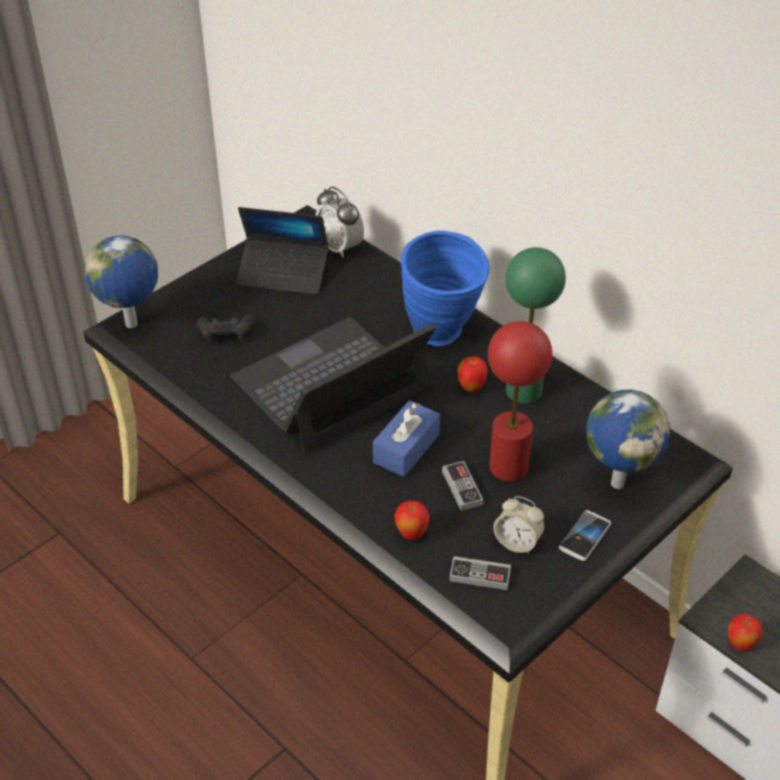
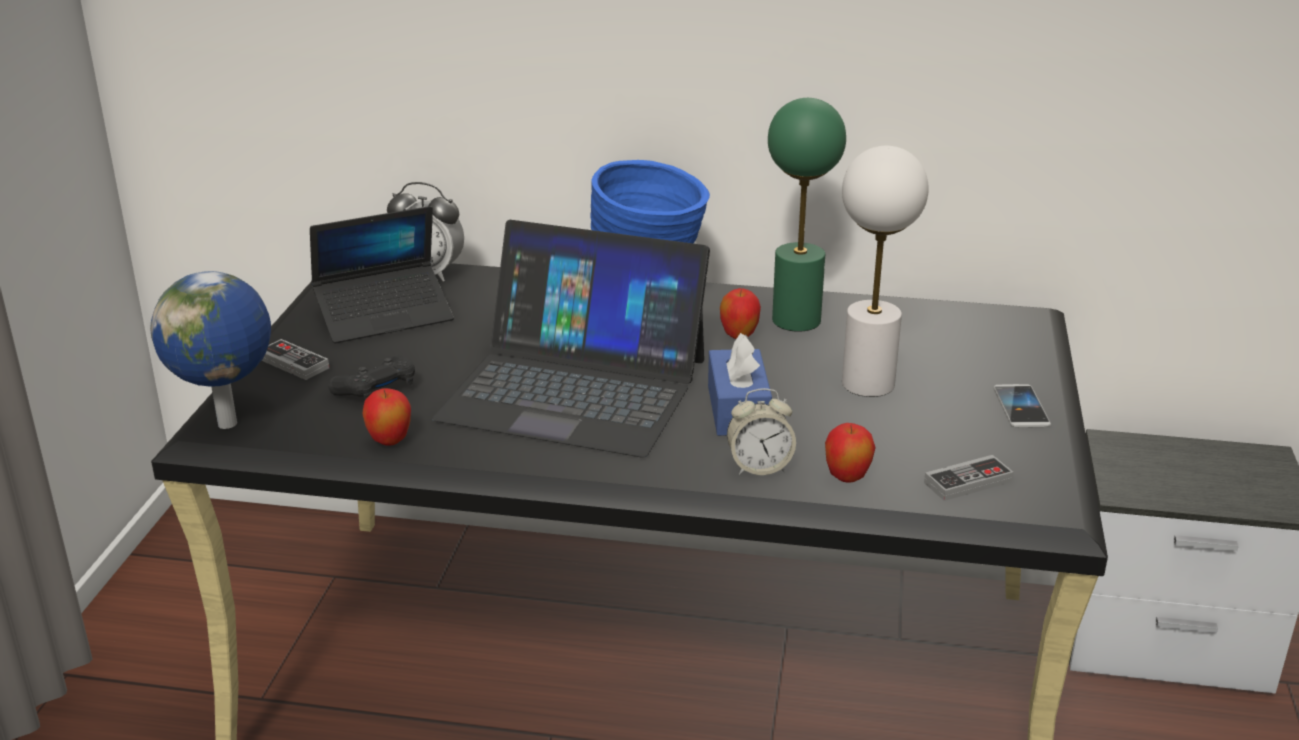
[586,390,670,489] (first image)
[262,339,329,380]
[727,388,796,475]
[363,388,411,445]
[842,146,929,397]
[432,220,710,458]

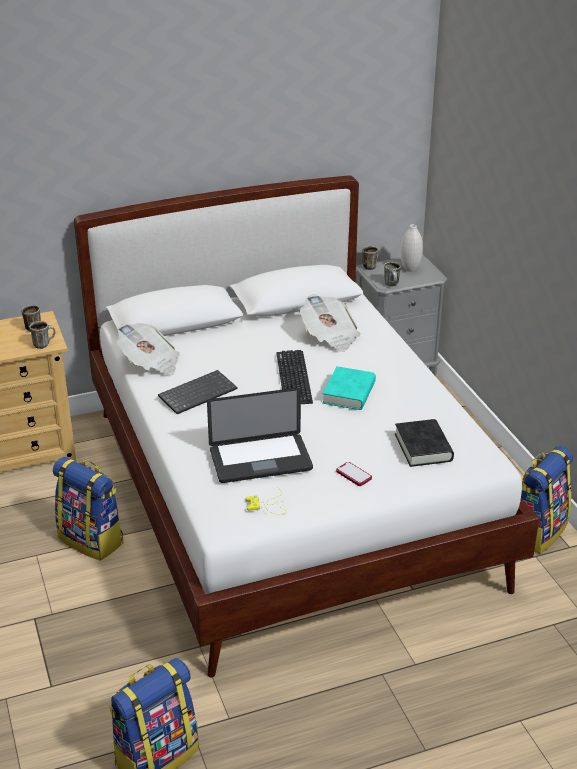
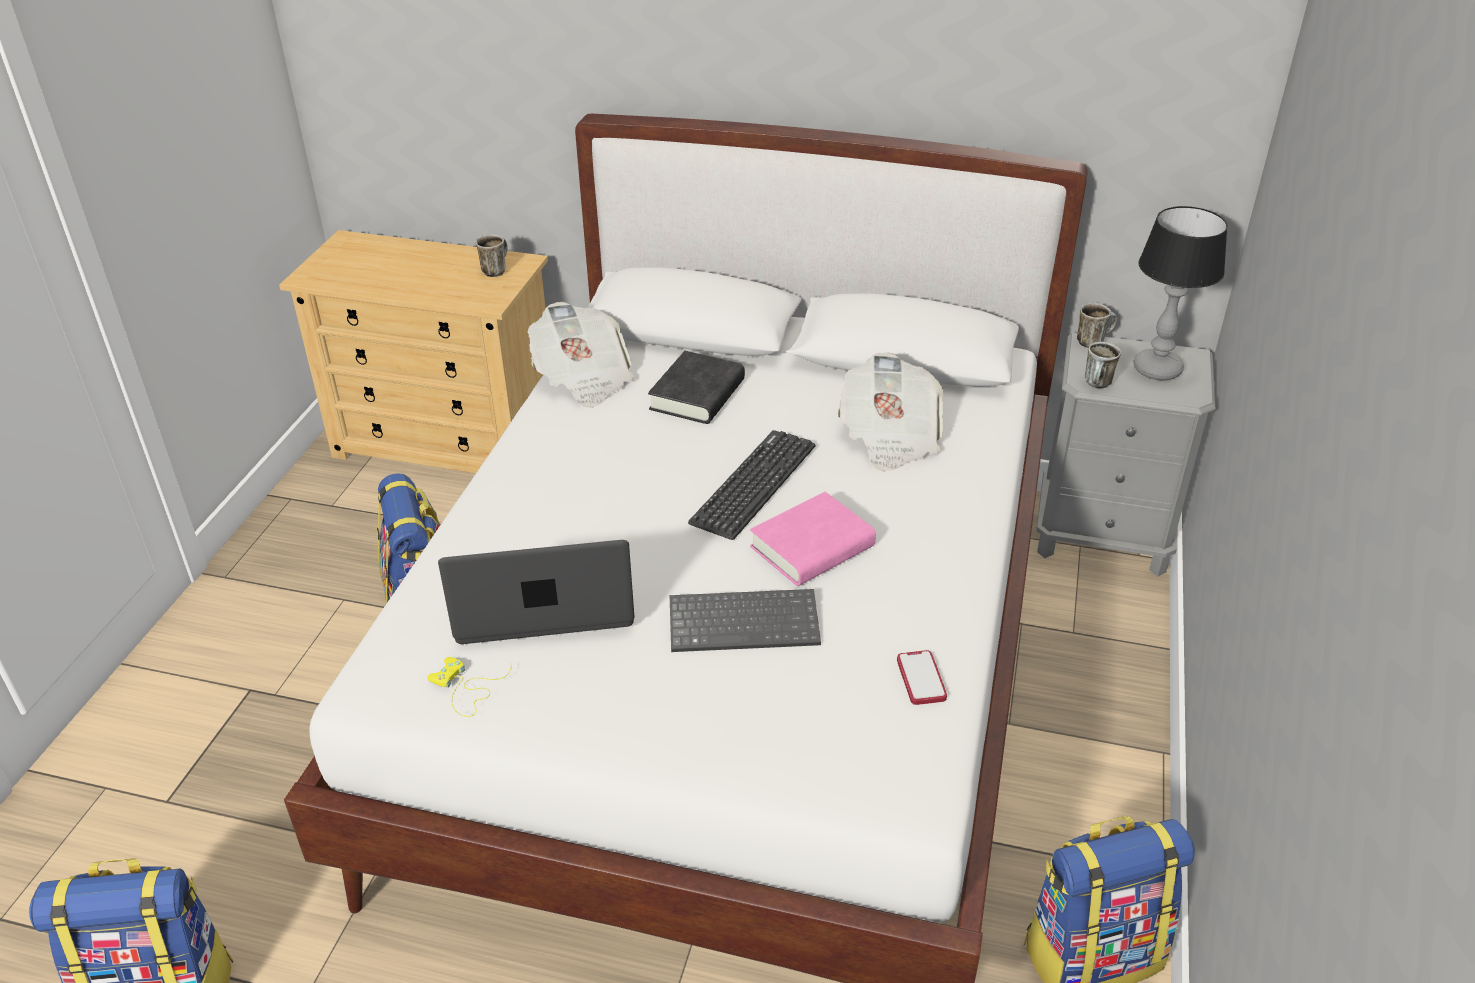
[29,321,55,349] (first image)
[670,589,821,652]
[897,650,947,705]
[648,351,745,424]
[1134,206,1228,380]
[750,492,876,586]
[438,540,634,644]

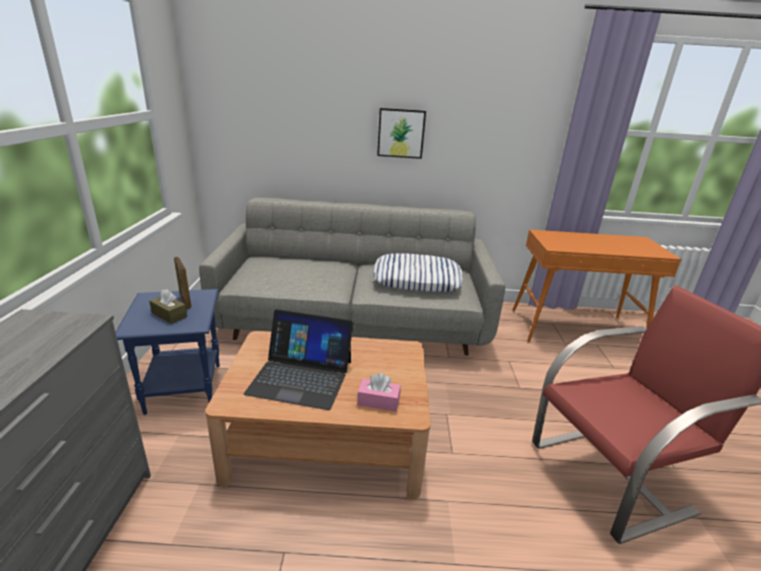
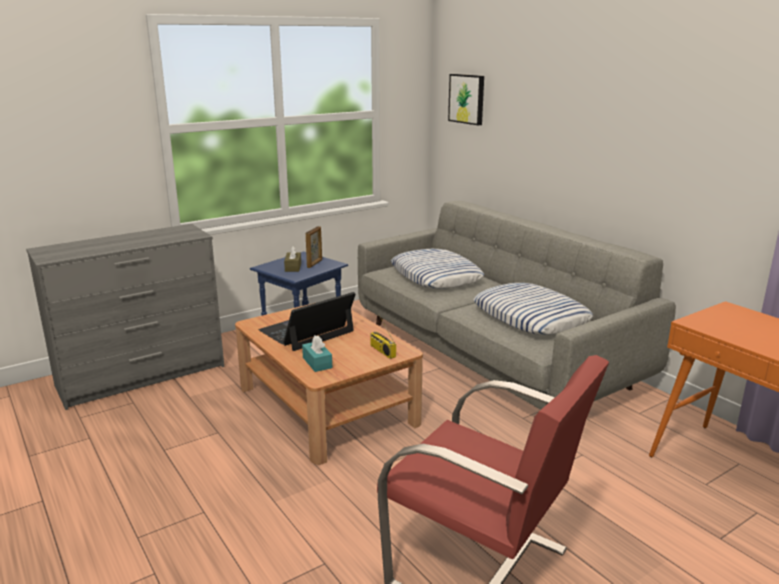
[370,313,396,359]
[391,249,484,289]
[448,74,484,125]
[302,335,332,372]
[258,292,355,351]

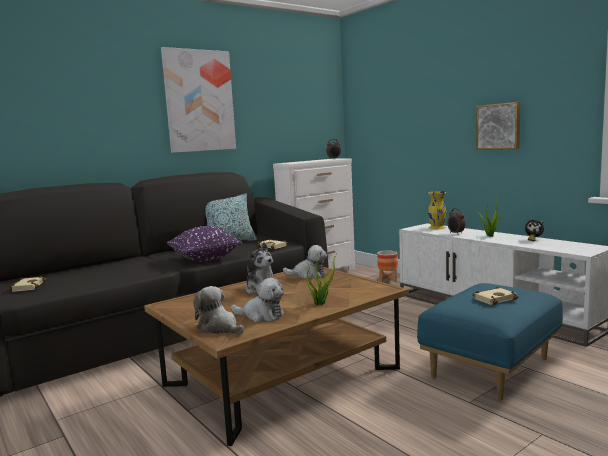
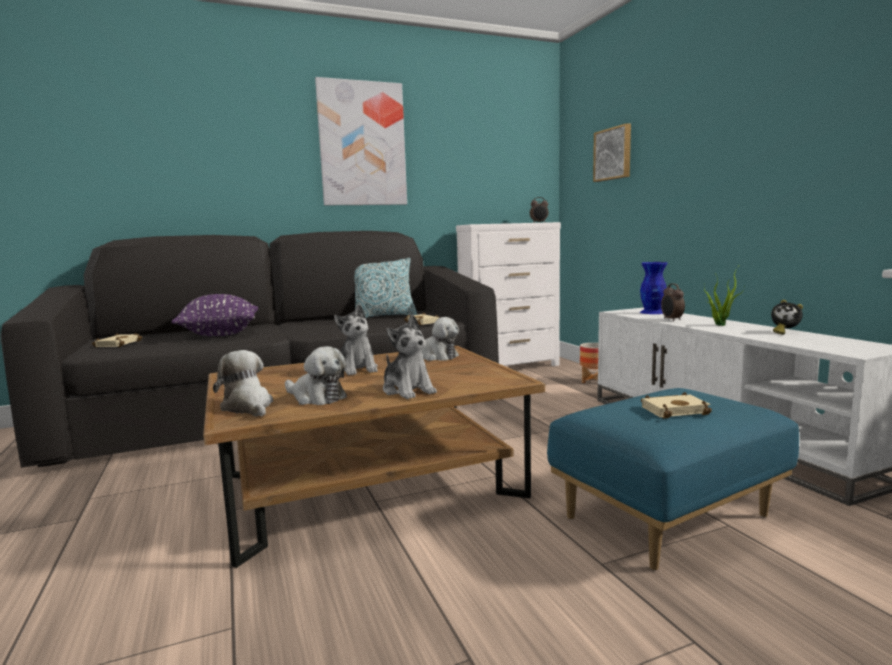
[171,294,258,336]
[593,123,631,182]
[383,314,437,399]
[640,262,667,314]

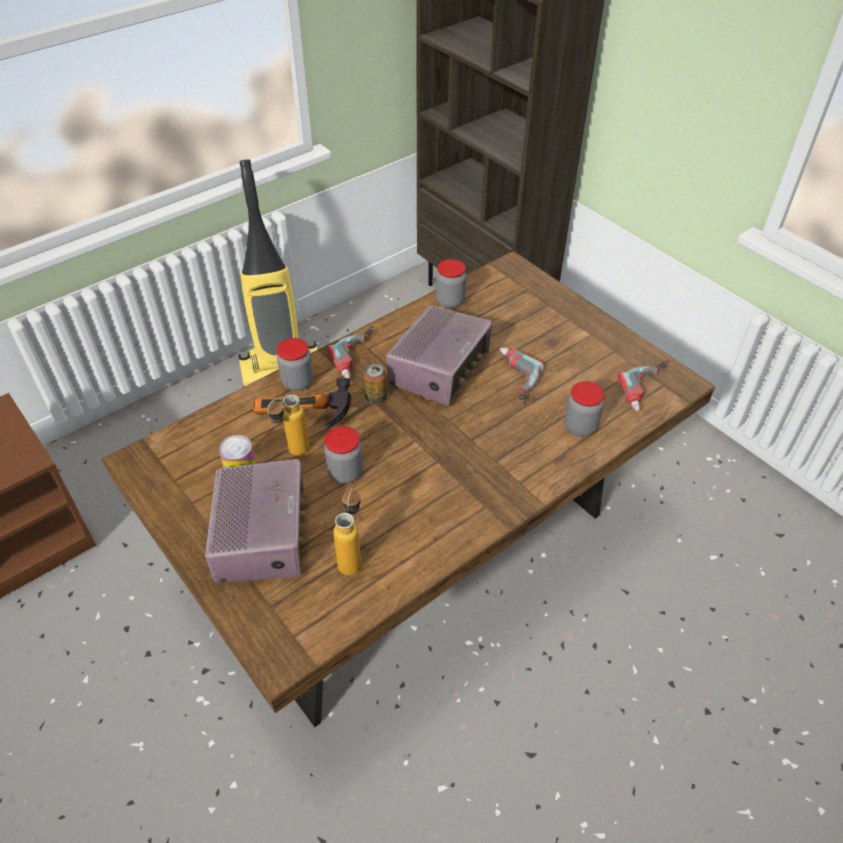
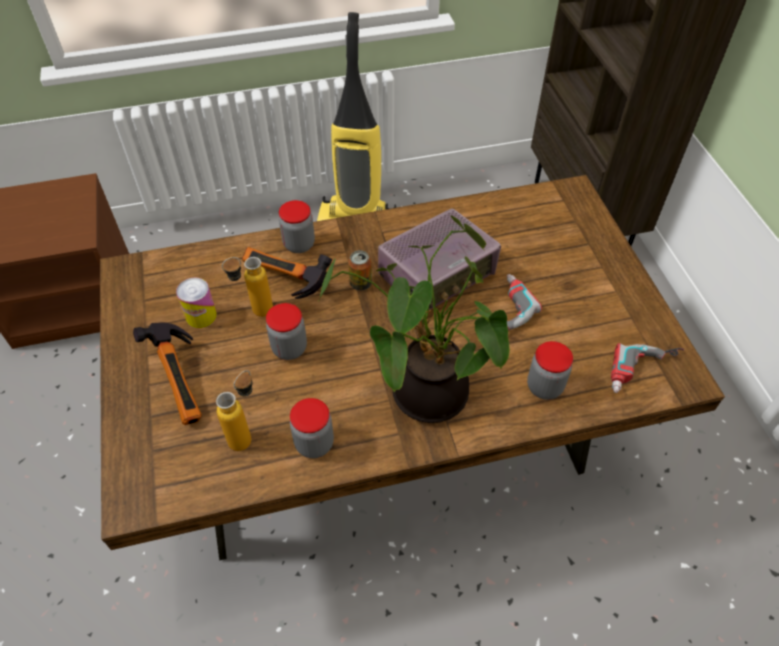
[327,326,375,379] (first image)
[319,215,510,423]
[290,398,334,458]
[133,322,202,425]

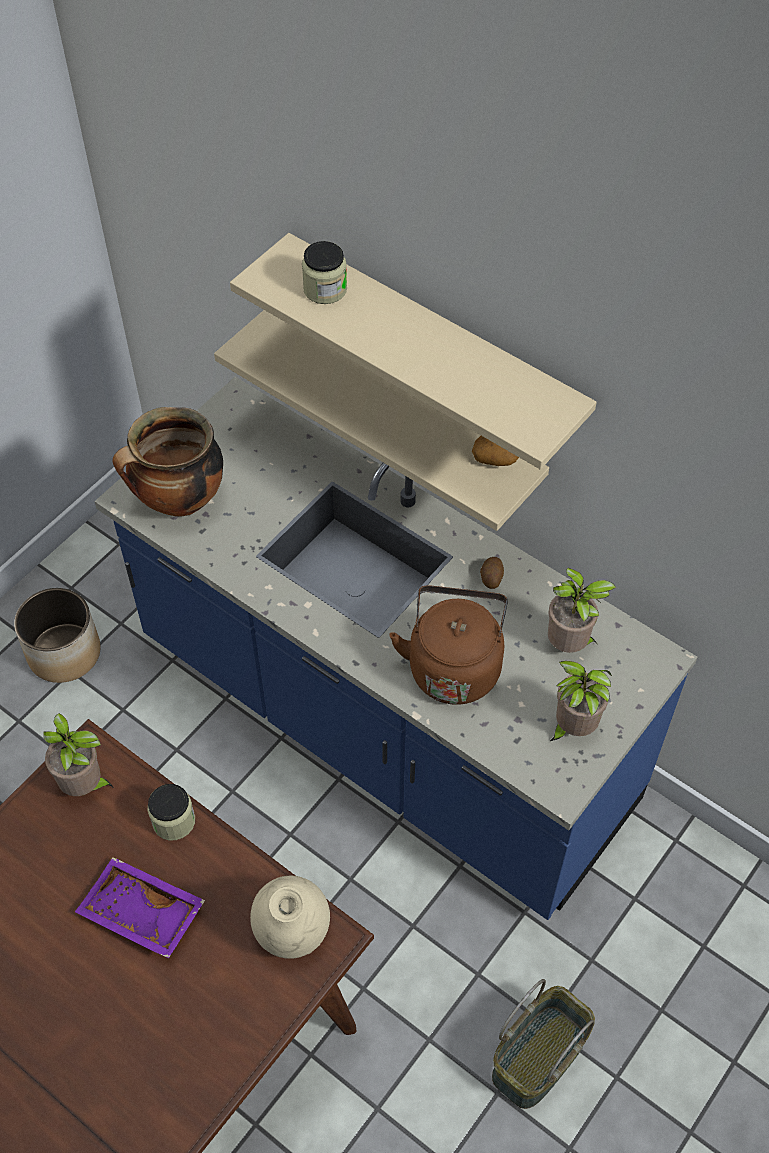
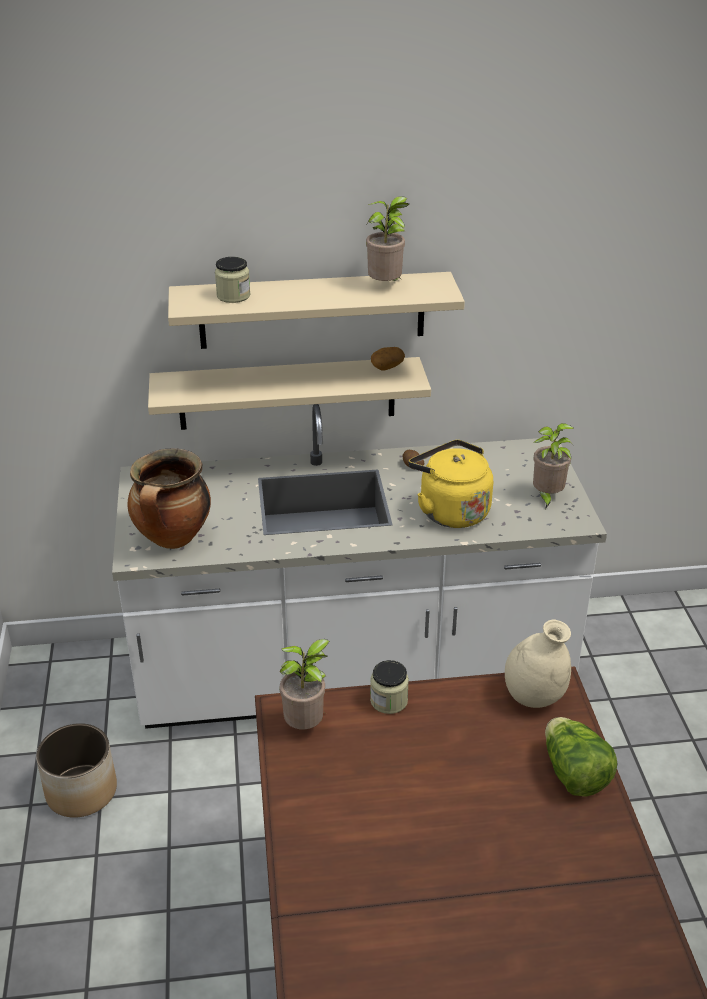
[75,857,205,959] (first image)
[492,979,595,1109] (first image)
[545,717,618,797]
[366,196,409,281]
[112,404,607,729]
[409,440,493,528]

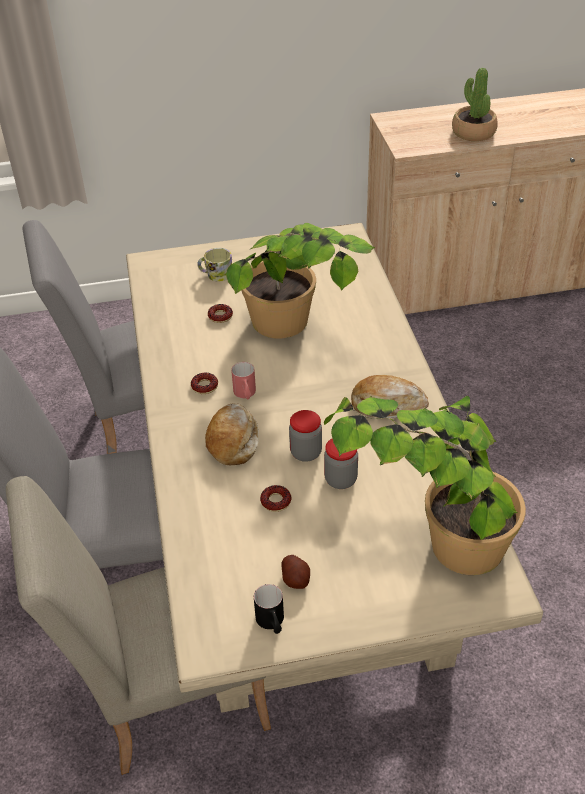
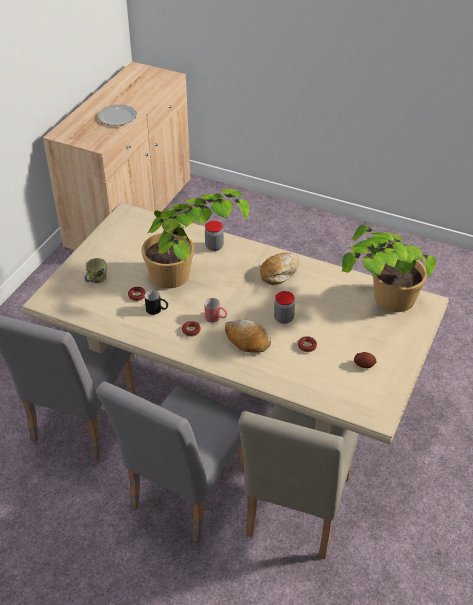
[145,290,168,315]
[205,221,224,251]
[97,105,137,125]

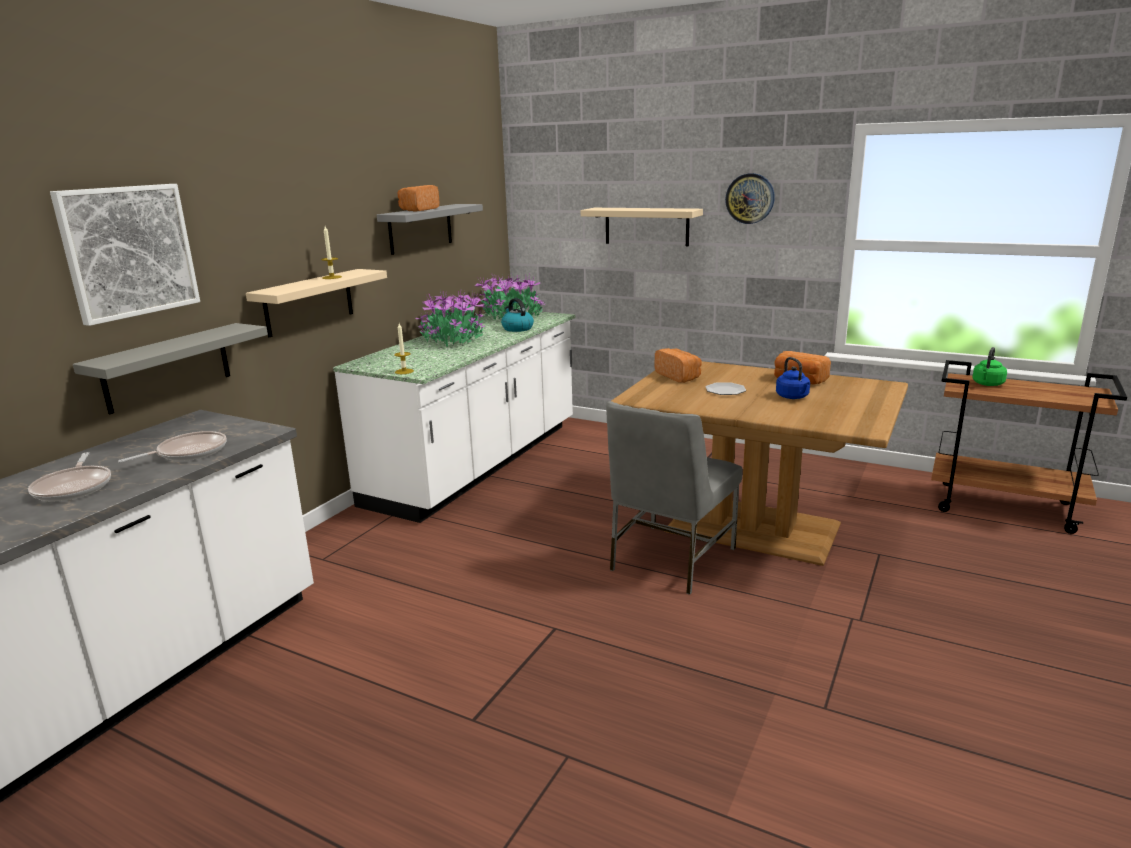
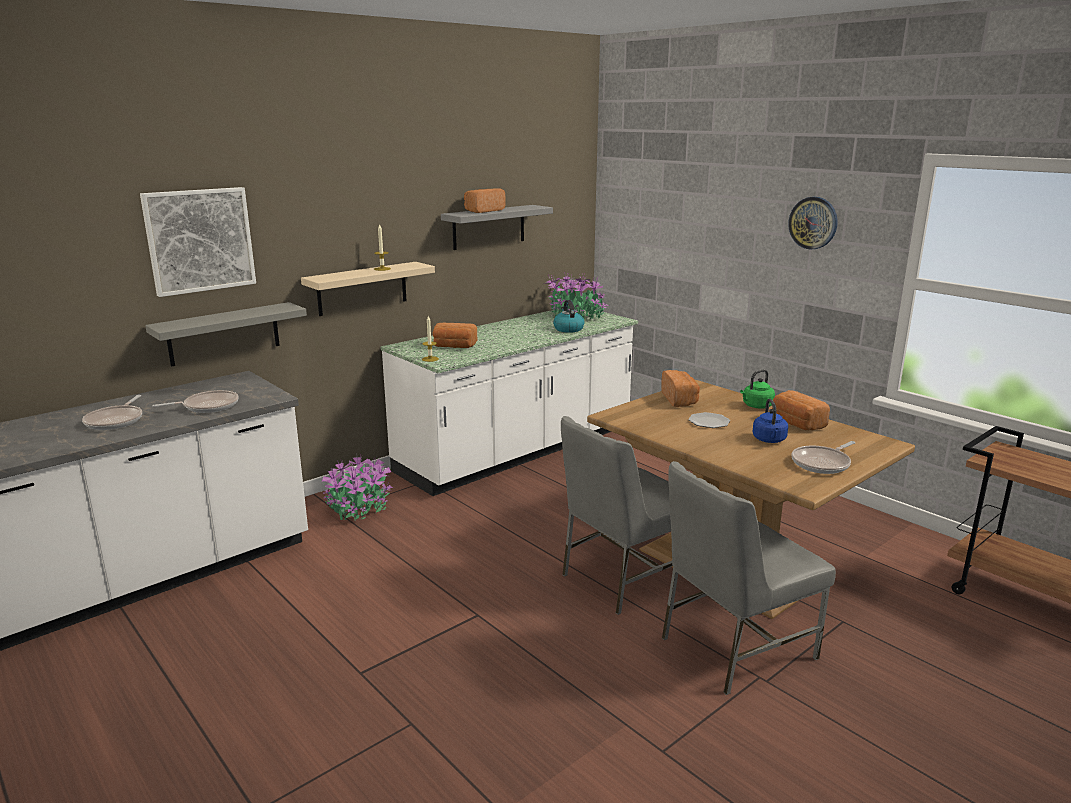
[581,208,703,246] (first image)
[433,323,478,348]
[662,461,836,695]
[791,441,856,474]
[322,452,393,520]
[740,369,775,408]

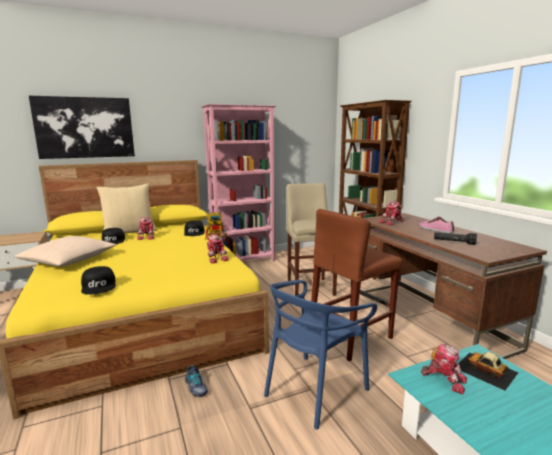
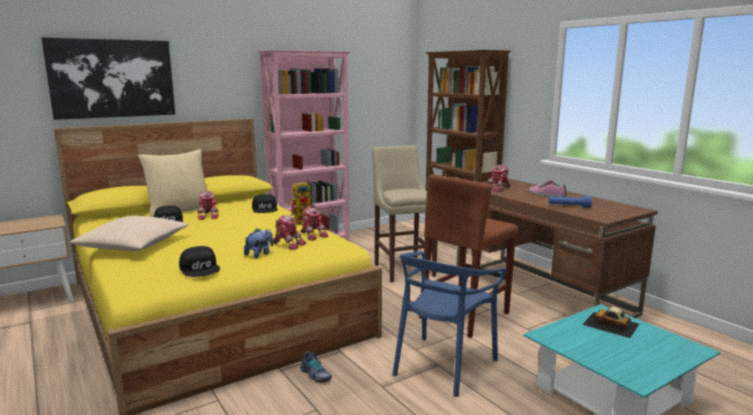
[244,228,273,258]
[273,215,306,250]
[549,196,592,208]

